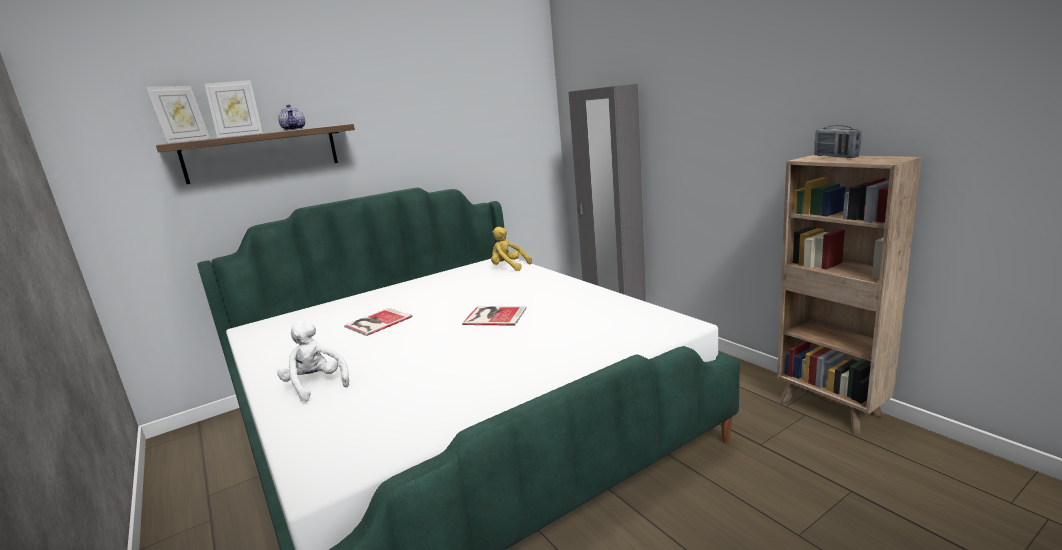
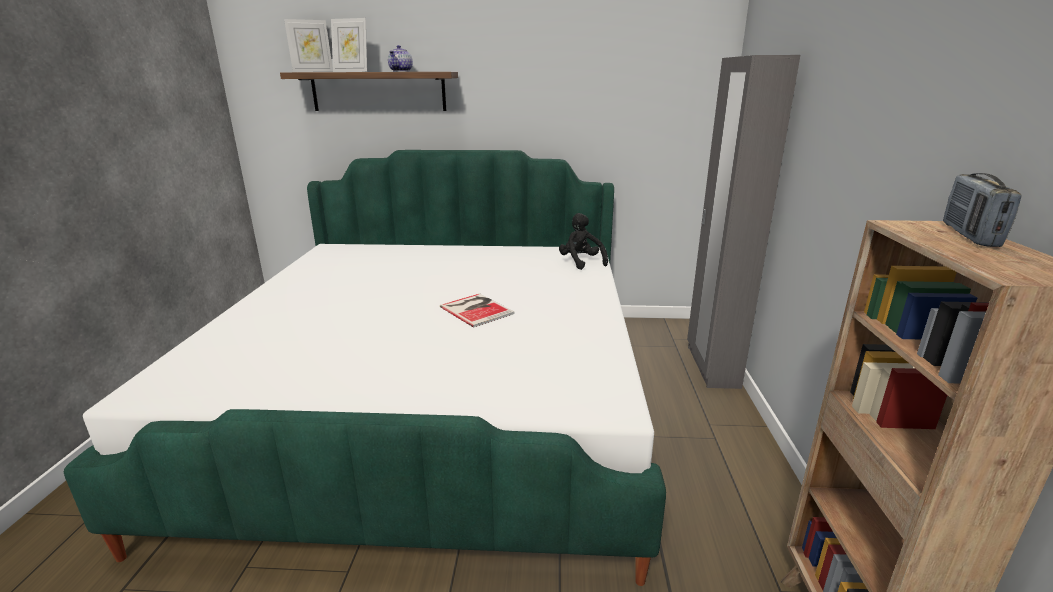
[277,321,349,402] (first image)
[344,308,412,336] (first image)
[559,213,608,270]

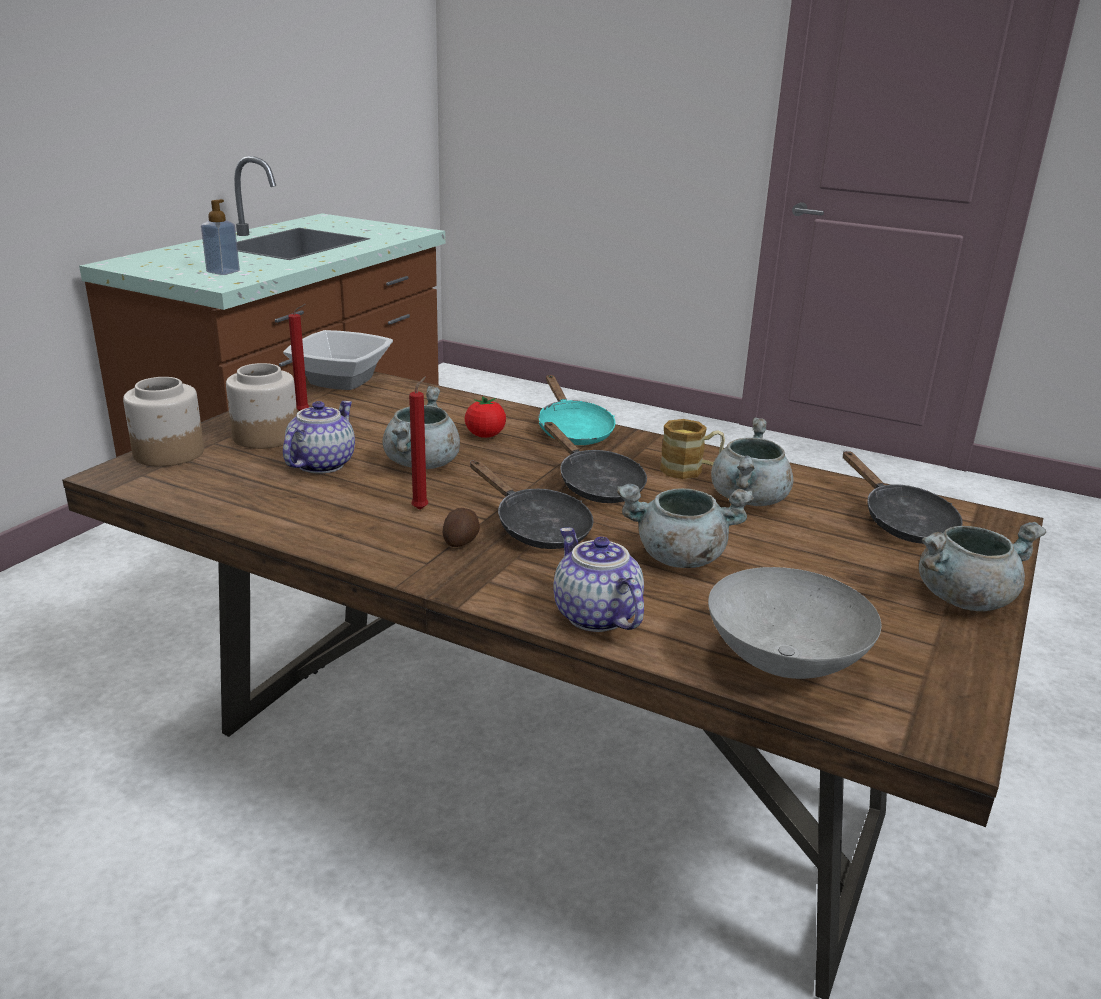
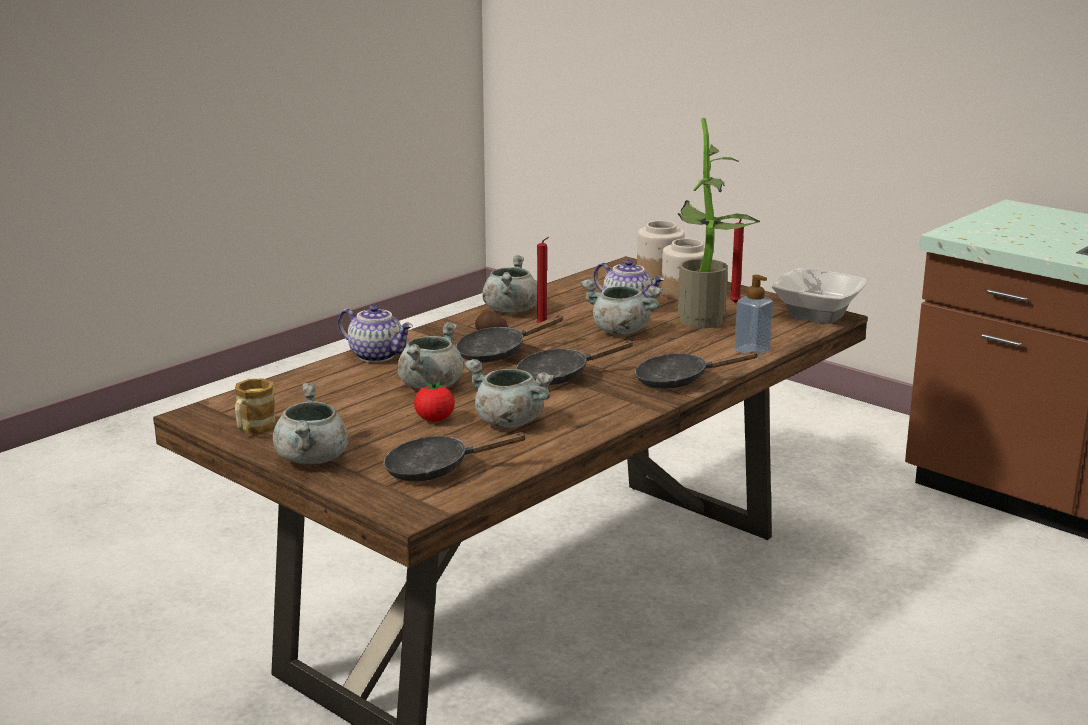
[708,567,881,679] (first image)
[482,255,537,312]
[678,117,760,328]
[734,275,773,356]
[414,381,455,422]
[235,378,276,434]
[635,351,759,389]
[338,305,413,363]

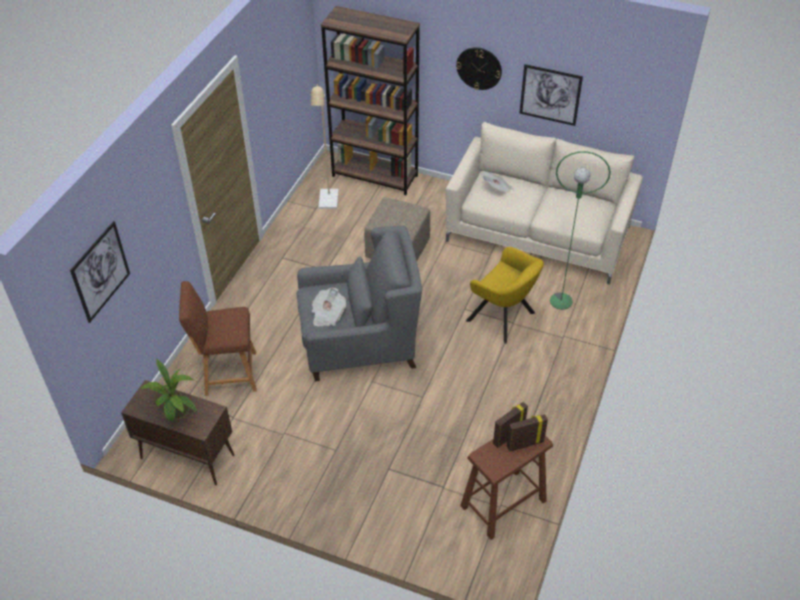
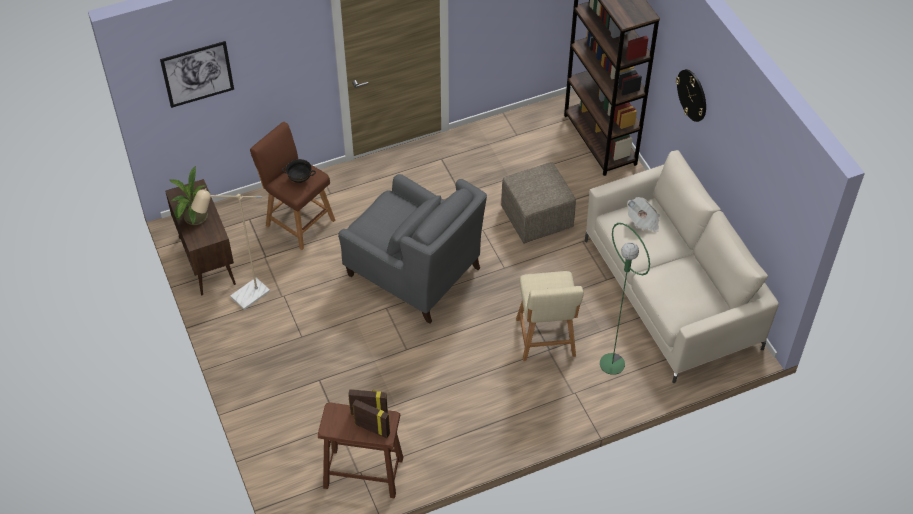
[312,288,346,326] (first image)
[519,64,583,126] (first image)
[282,159,316,183]
[191,188,270,310]
[516,271,584,361]

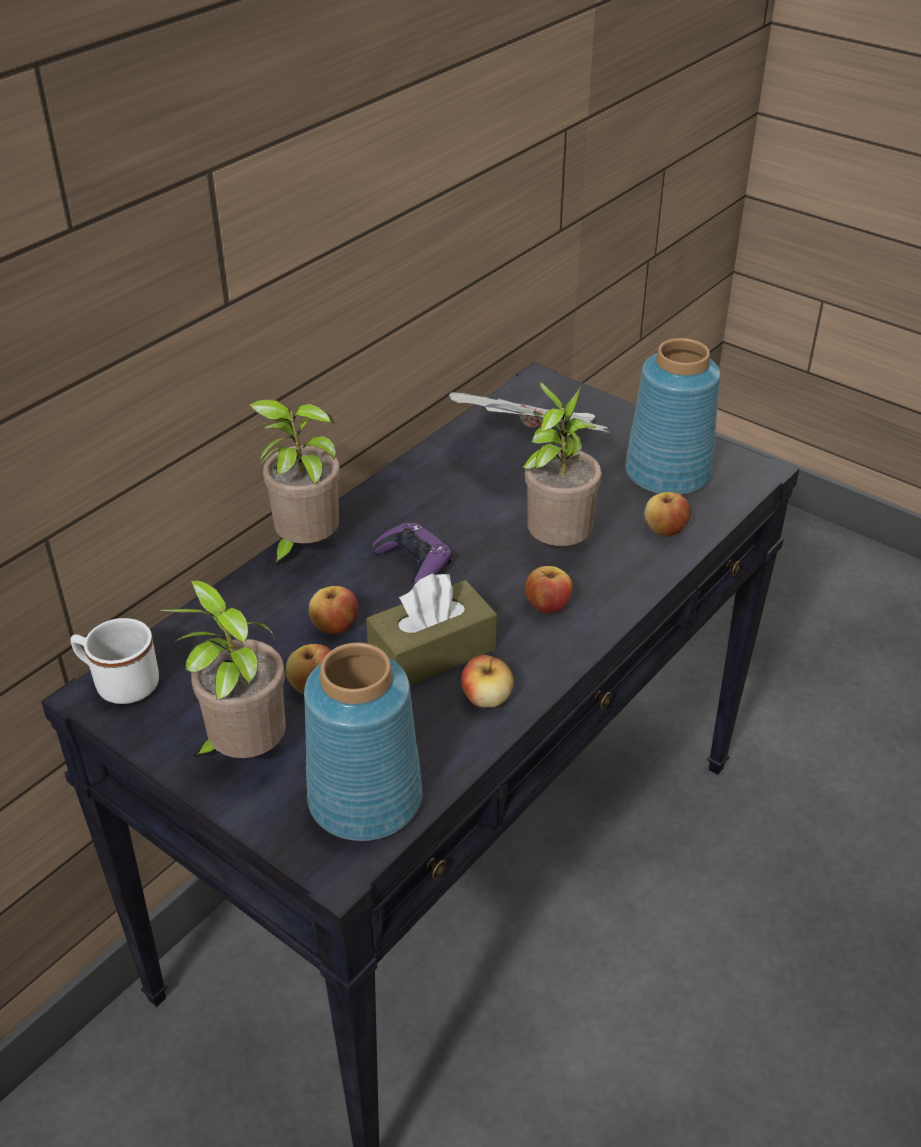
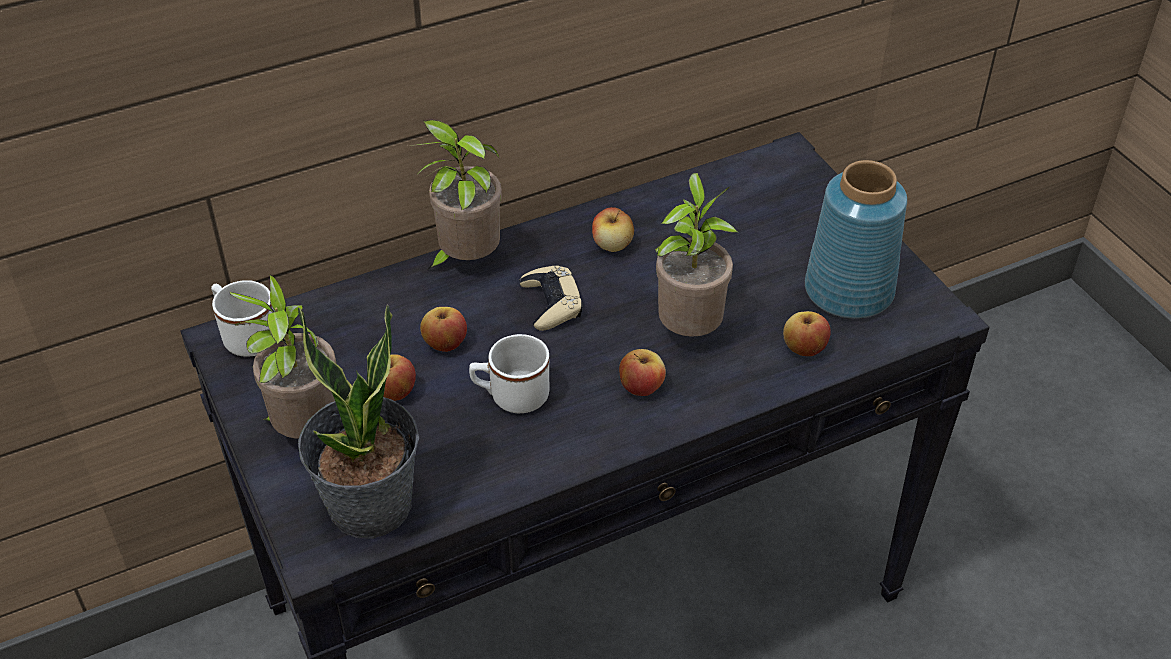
[449,392,610,433] (first image)
[592,207,634,252]
[298,304,419,539]
[469,334,549,413]
[519,265,583,331]

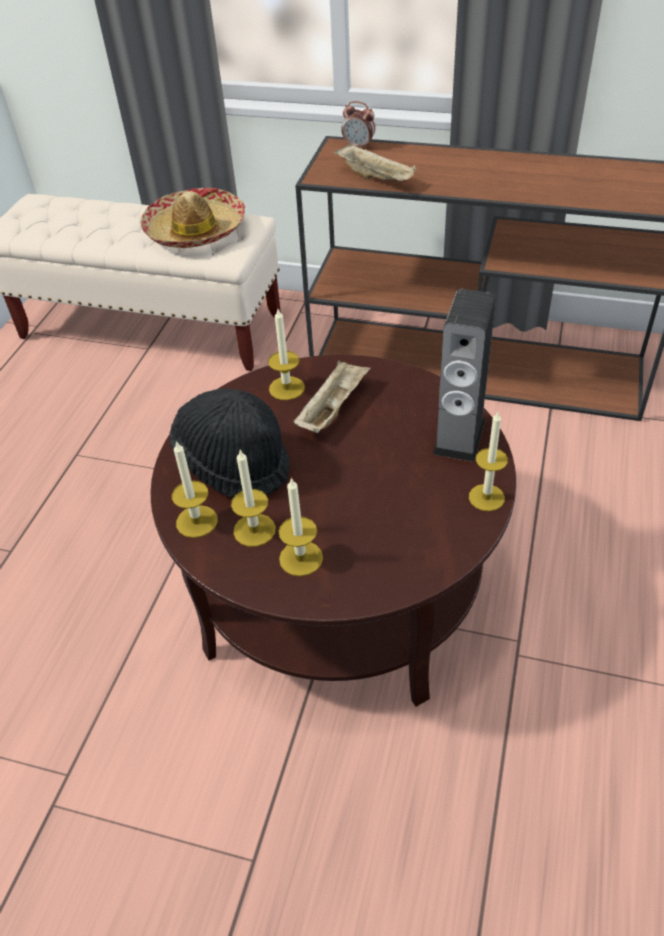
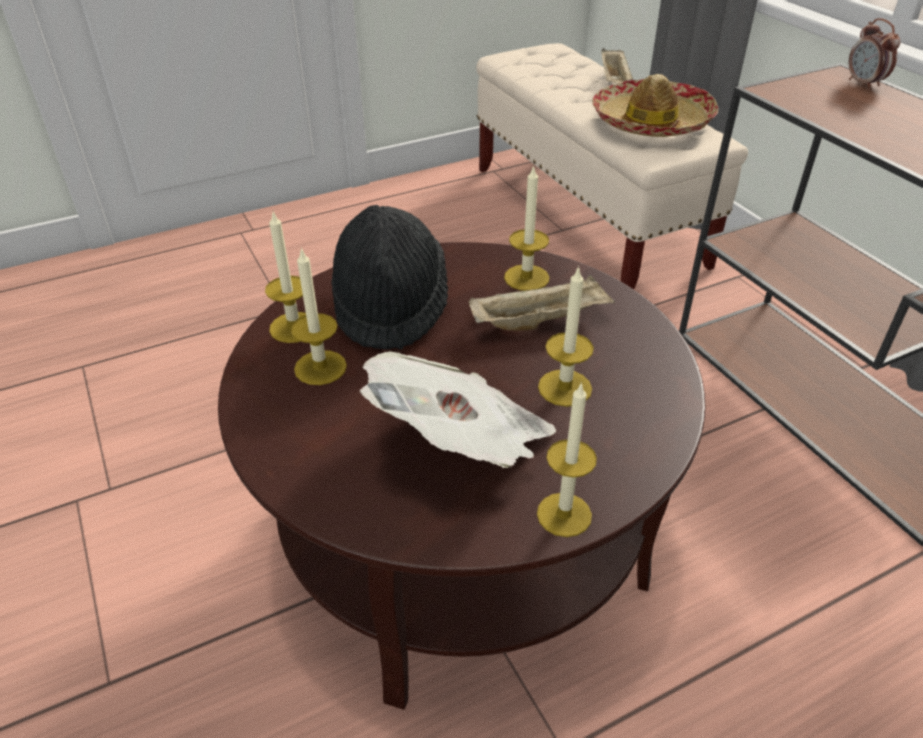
[433,289,496,462] (first image)
[360,351,556,468]
[538,266,594,407]
[601,48,633,83]

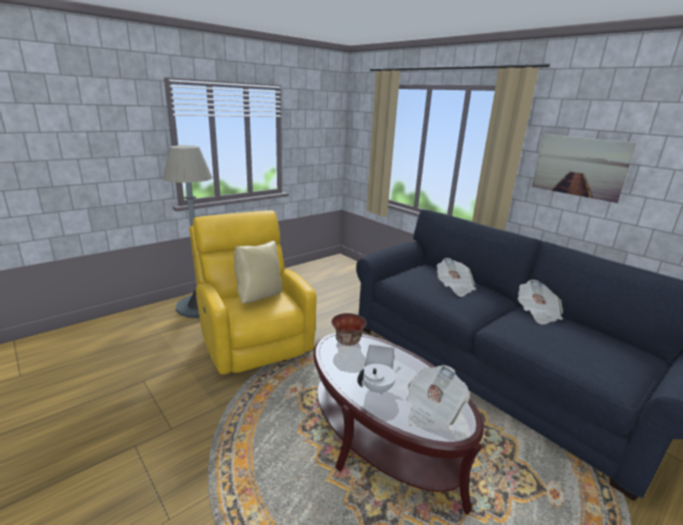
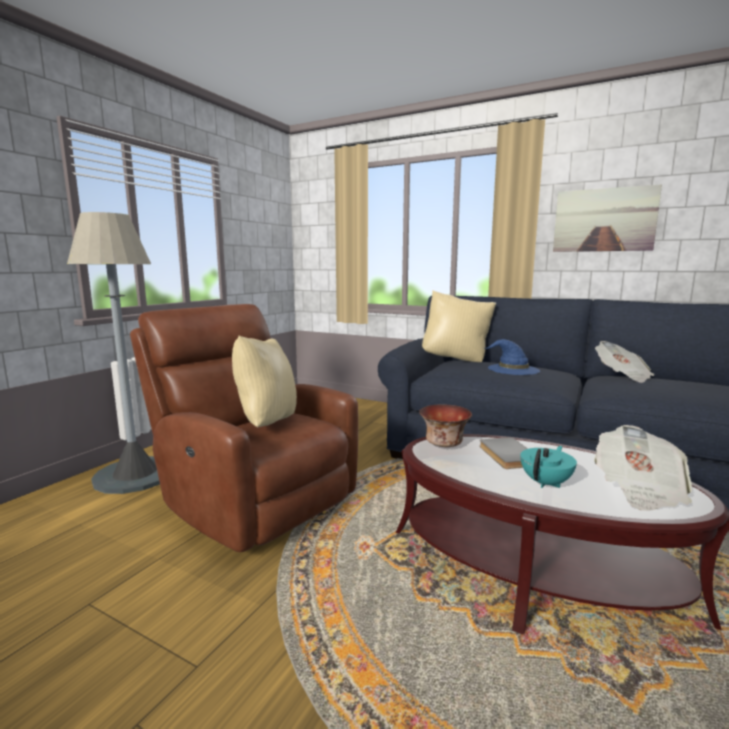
[422,290,496,362]
[485,339,540,375]
[130,304,358,552]
[520,446,577,488]

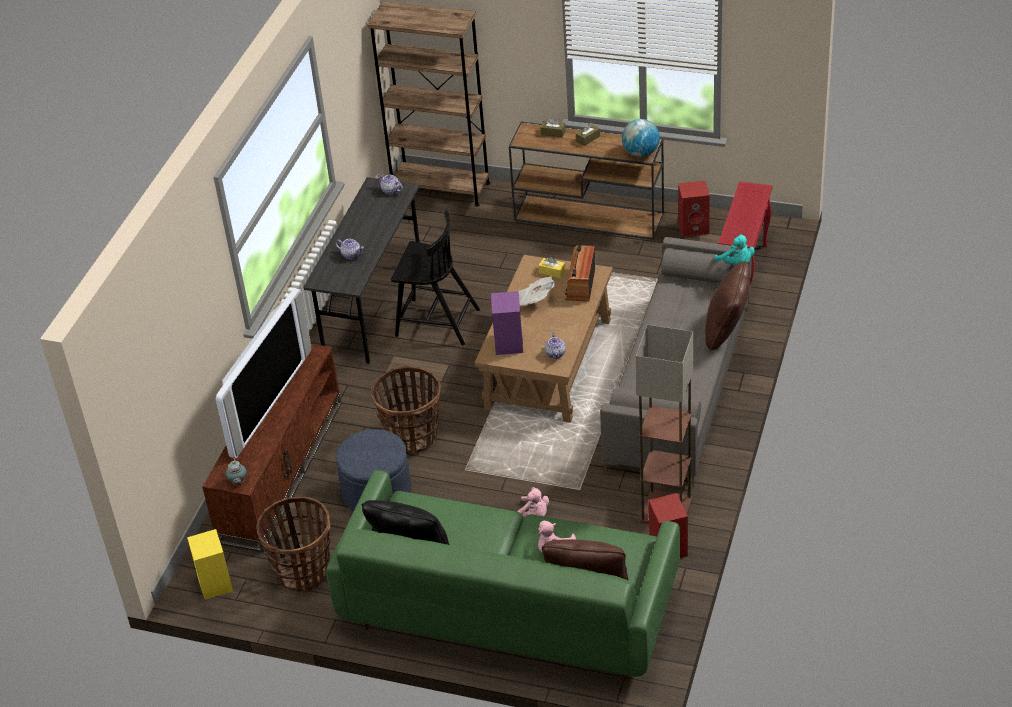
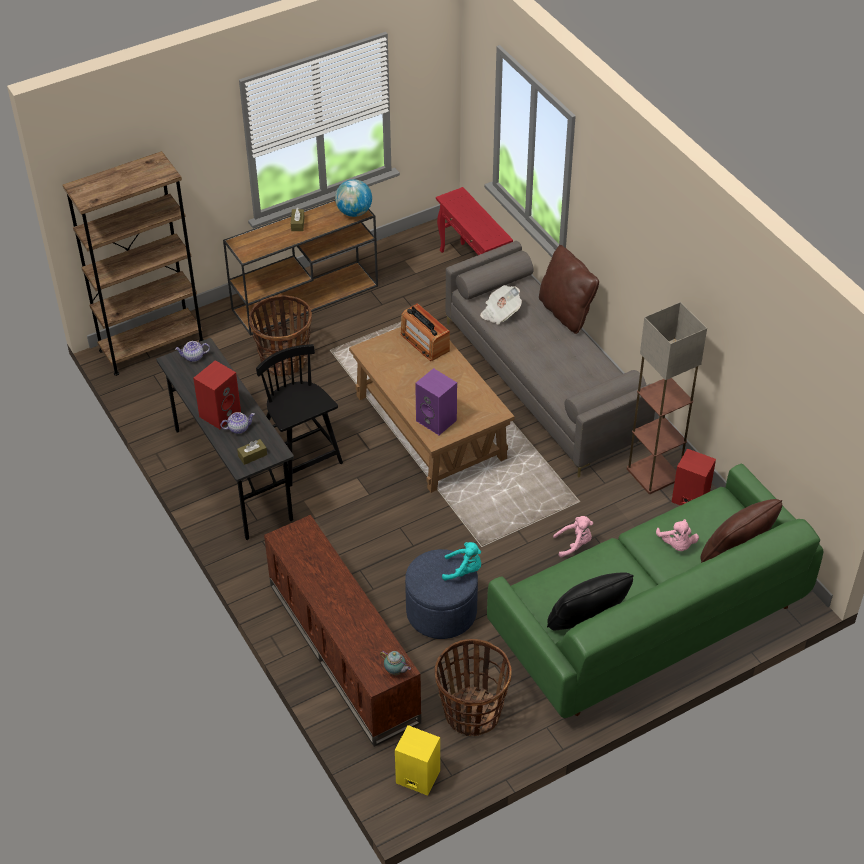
[216,288,311,458] (first image)
[538,257,566,278] (first image)
[545,333,566,360] (first image)
[249,295,312,377]
[480,285,522,325]
[237,439,267,465]
[193,360,241,429]
[442,542,481,580]
[256,344,343,487]

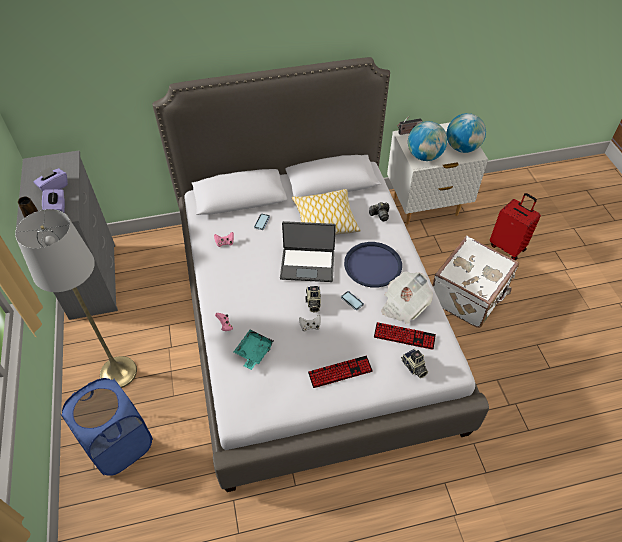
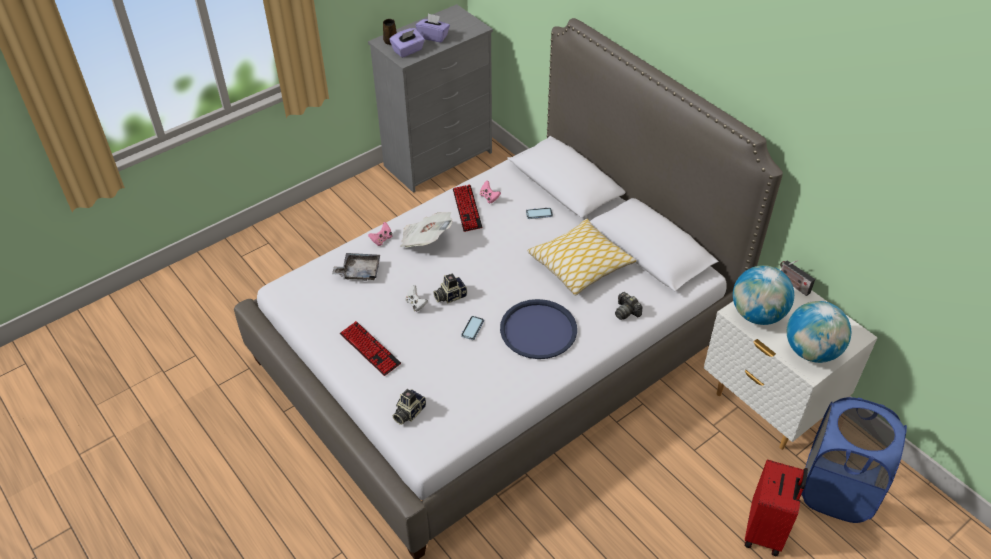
[15,209,137,388] (first image)
[280,221,336,282] (first image)
[432,236,519,328] (first image)
[801,397,907,523]
[453,184,482,232]
[400,212,452,247]
[332,253,380,281]

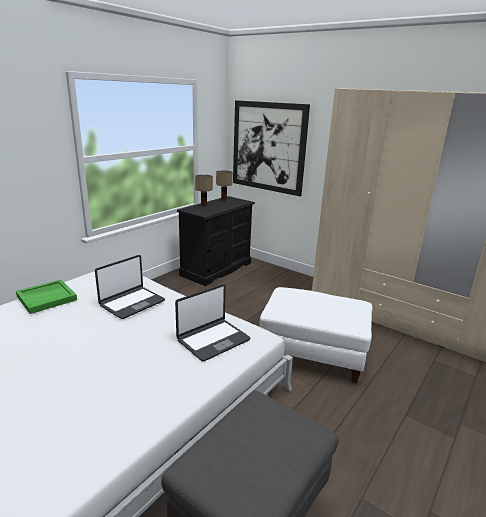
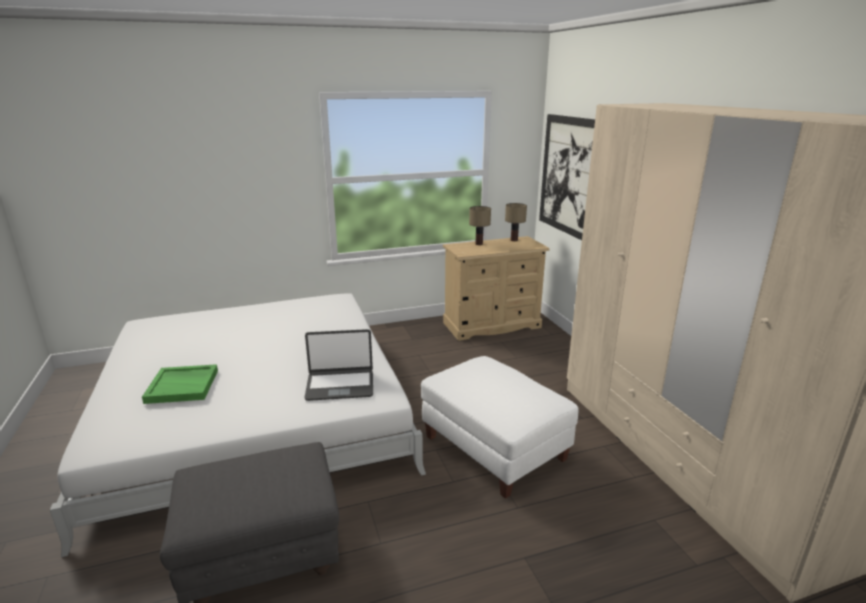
[95,255,165,319] (first image)
[142,364,218,404]
[443,236,550,341]

